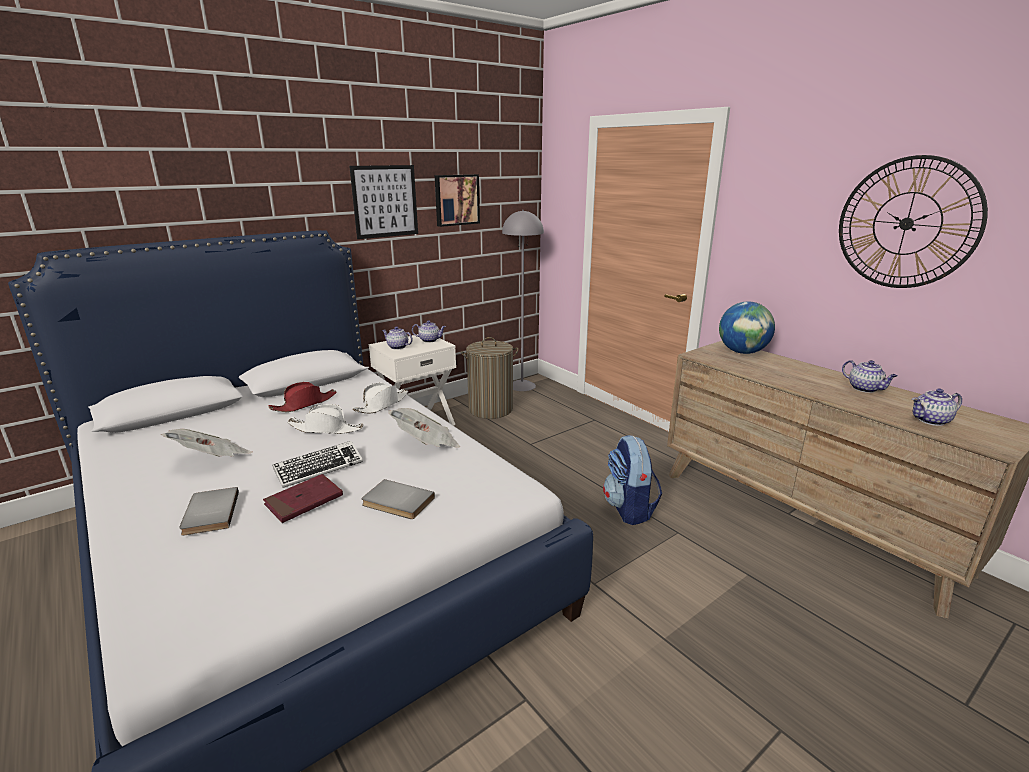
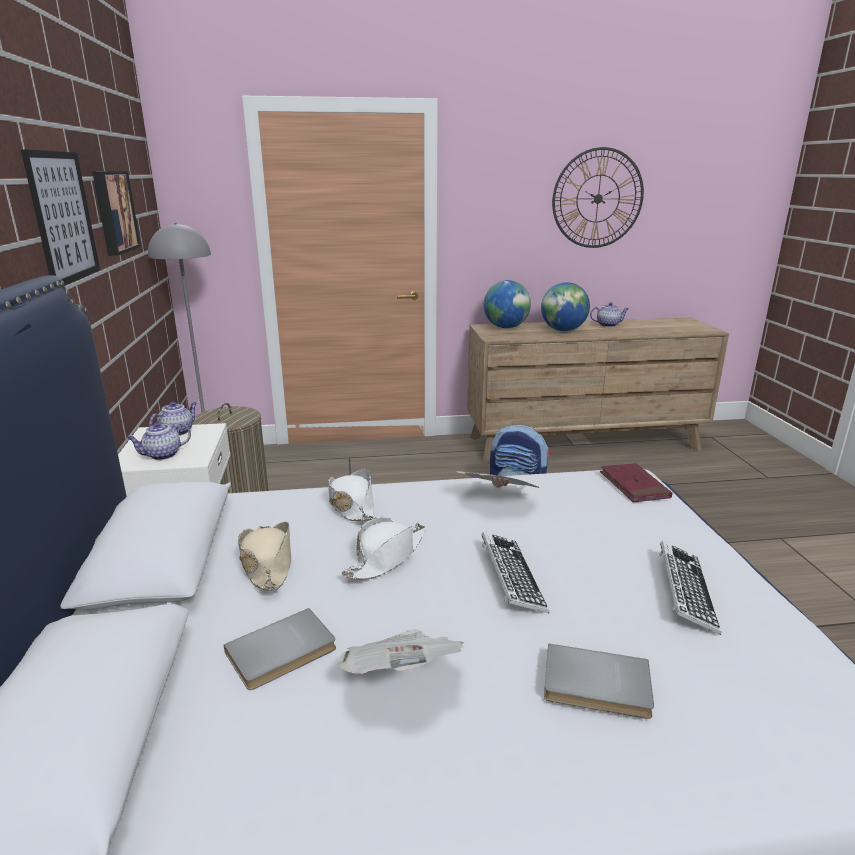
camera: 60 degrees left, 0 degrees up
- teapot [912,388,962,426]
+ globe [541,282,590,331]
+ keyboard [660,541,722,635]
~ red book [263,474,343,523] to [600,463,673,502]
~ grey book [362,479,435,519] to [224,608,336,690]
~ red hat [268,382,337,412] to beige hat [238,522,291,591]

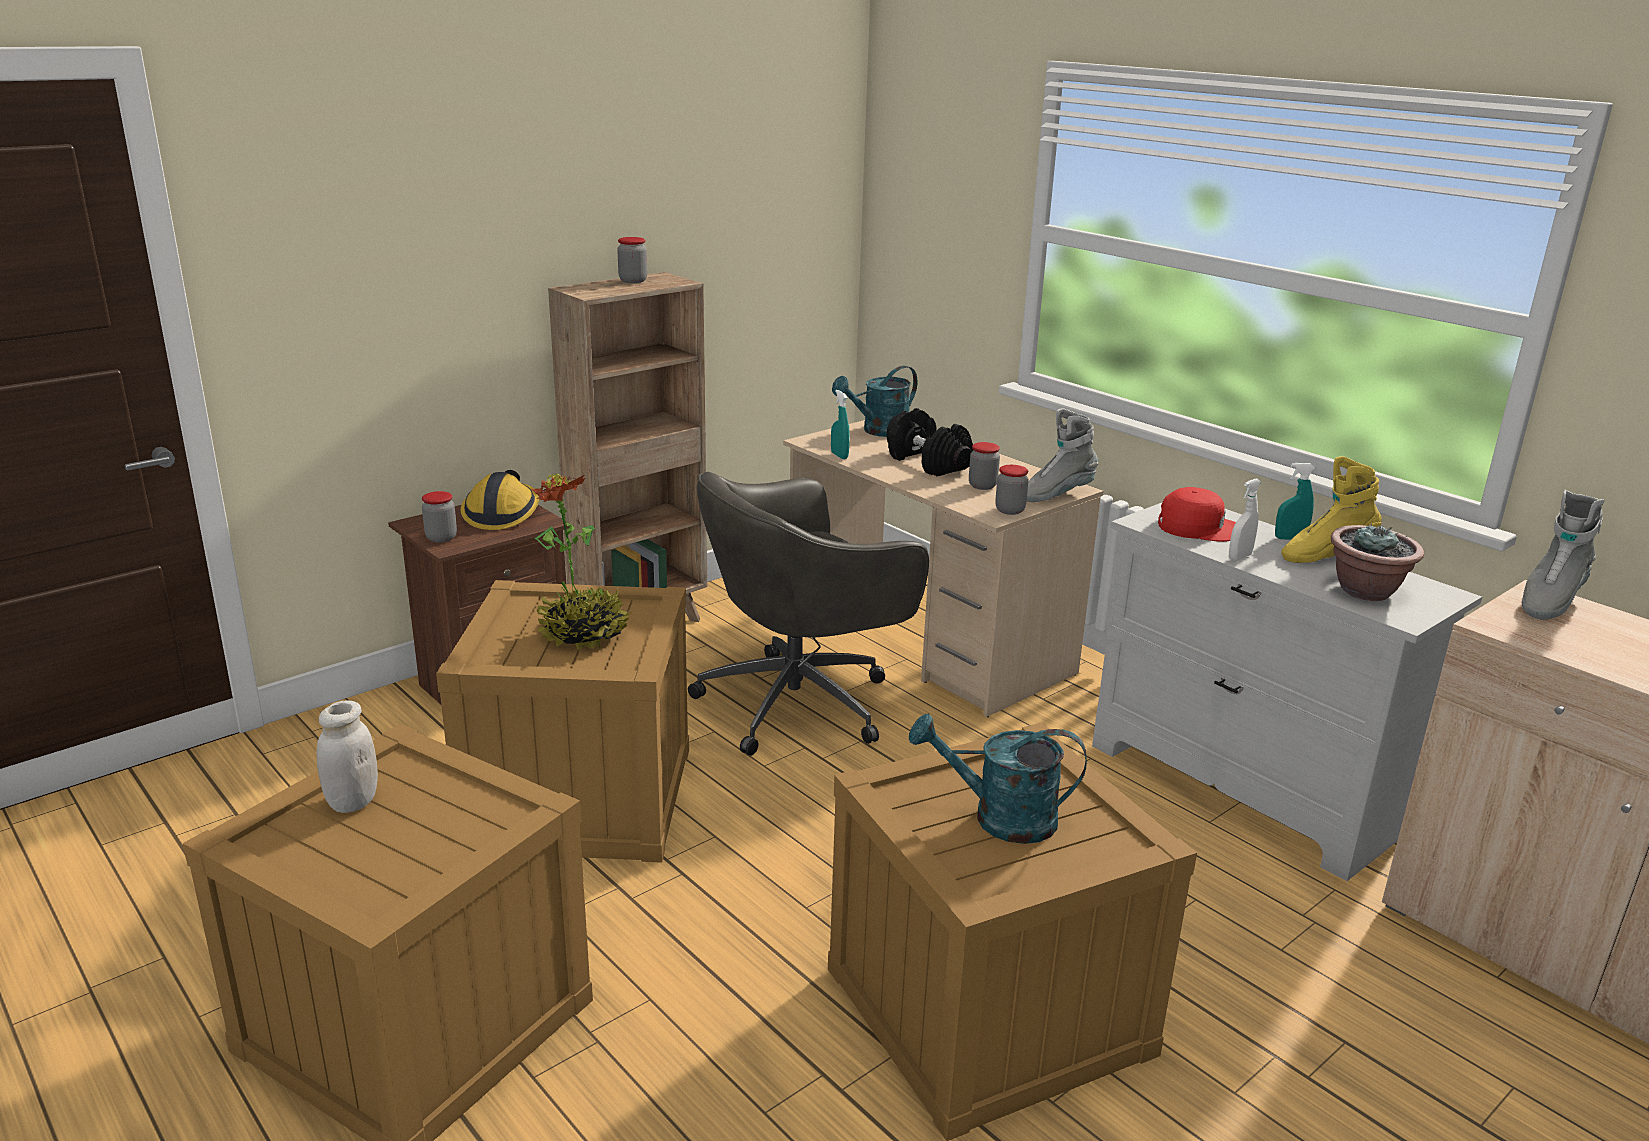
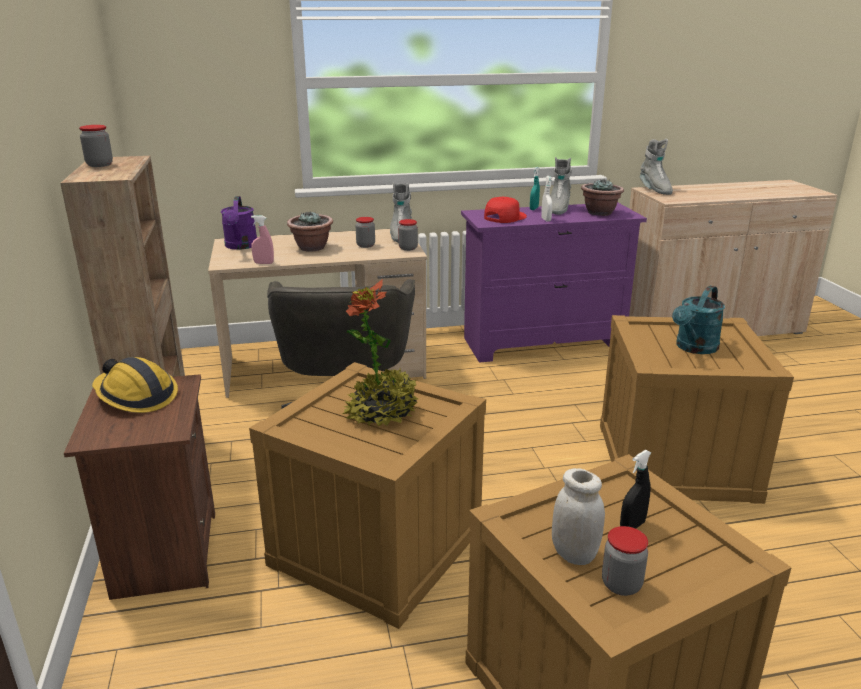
camera: 60 degrees left, 0 degrees up
+ black spray bottle [620,450,651,529]
~ jar [422,491,457,542] to [602,526,648,596]
~ black dumbbell [887,408,973,476] to potted plant [287,212,333,252]
~ turquoise spray bottle [831,390,850,459] to pink spray bottle [251,215,274,264]
~ turquoise watering can [832,365,917,437] to purple watering can [221,196,257,250]
~ white dresser [1092,503,1482,881] to purple dresser [461,202,647,363]
~ yellow boot [1281,456,1382,563] to grey boot [550,157,572,215]

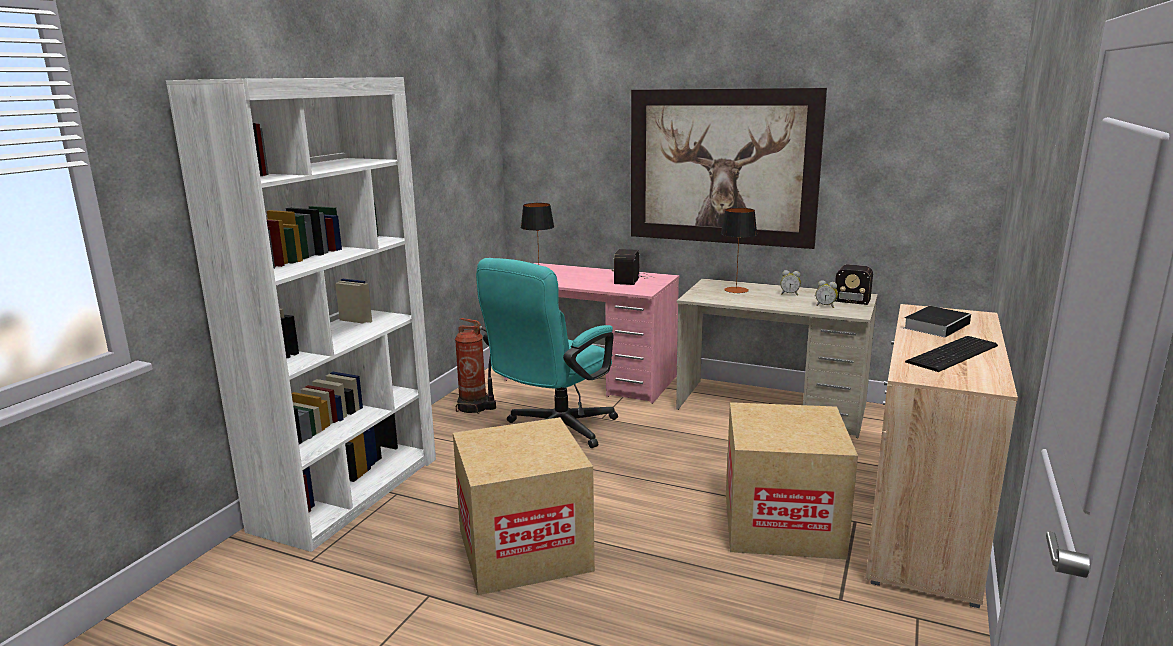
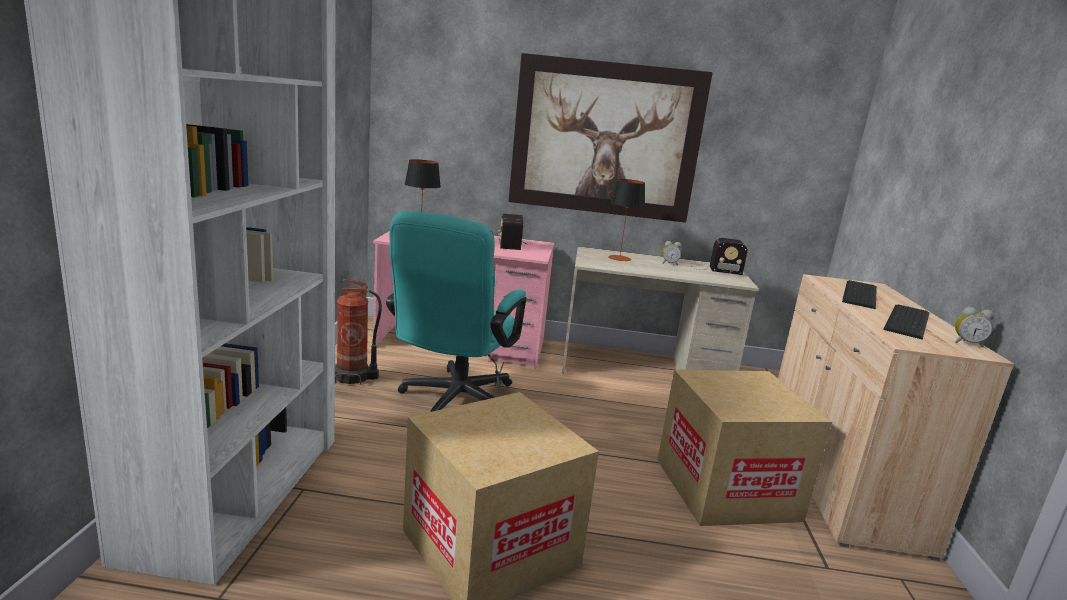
camera: 20 degrees left, 0 degrees up
~ alarm clock [816,280,838,308] to [955,307,994,347]
~ book [904,306,971,337] to keyboard [842,280,877,309]

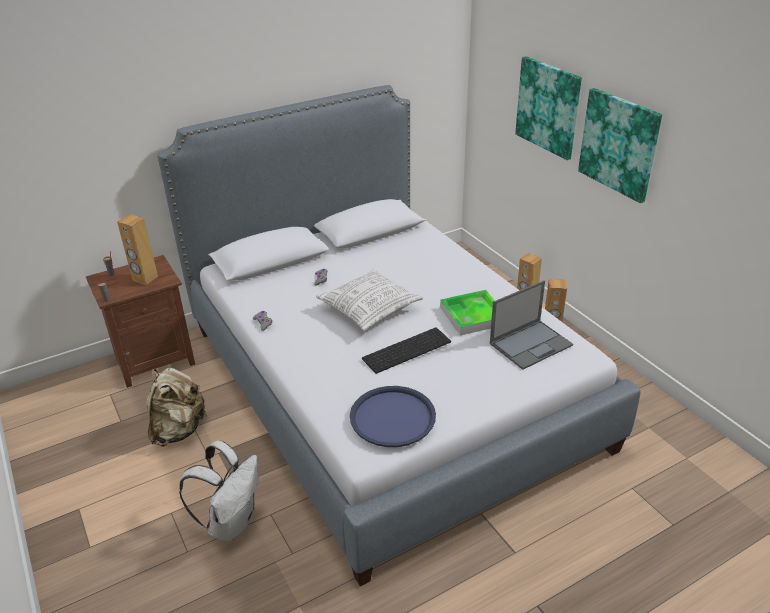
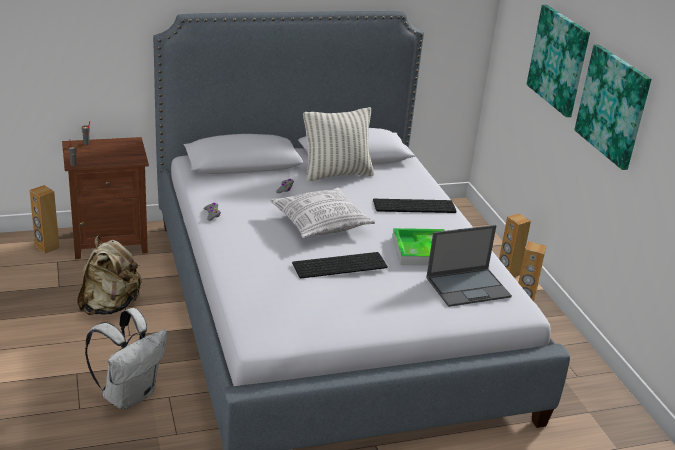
camera: 10 degrees right, 5 degrees down
- blue tray [350,386,436,447]
+ pillow [303,107,374,182]
+ keyboard [373,199,457,213]
~ brown speaker [117,214,158,285] to [30,185,59,253]

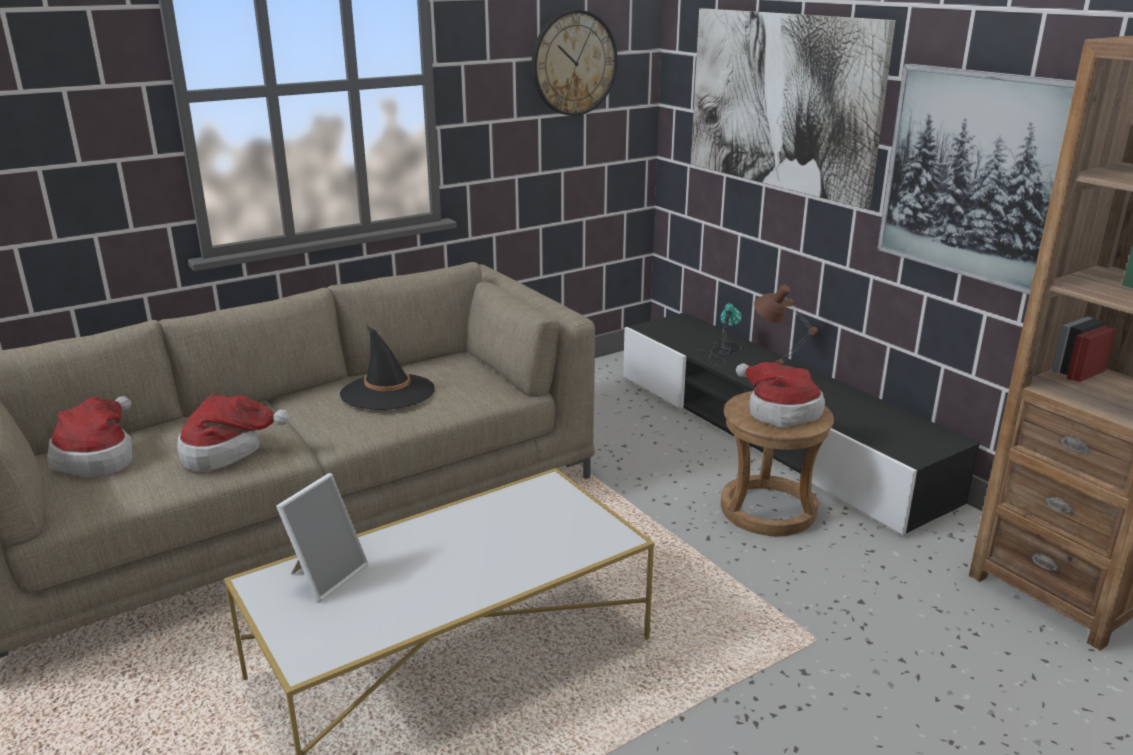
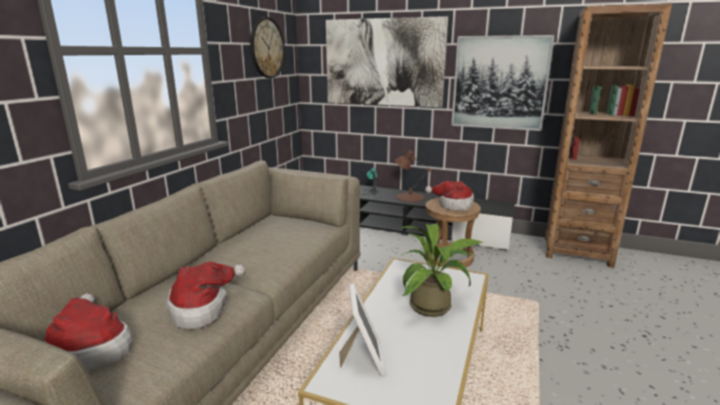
camera: 35 degrees left, 5 degrees down
- black hat [340,325,435,410]
+ potted plant [401,223,483,317]

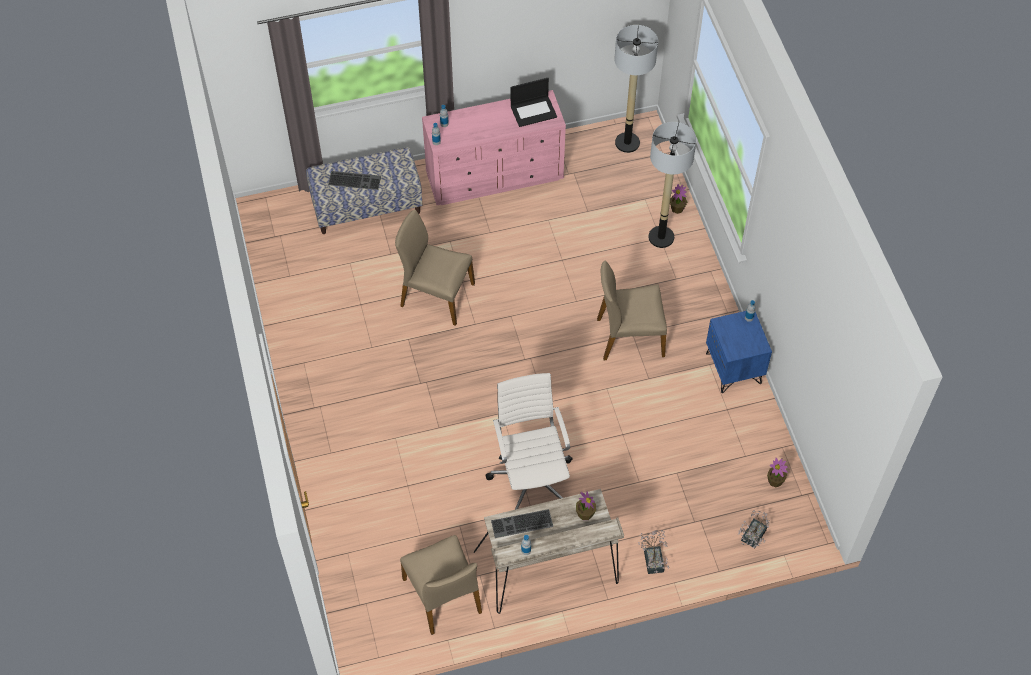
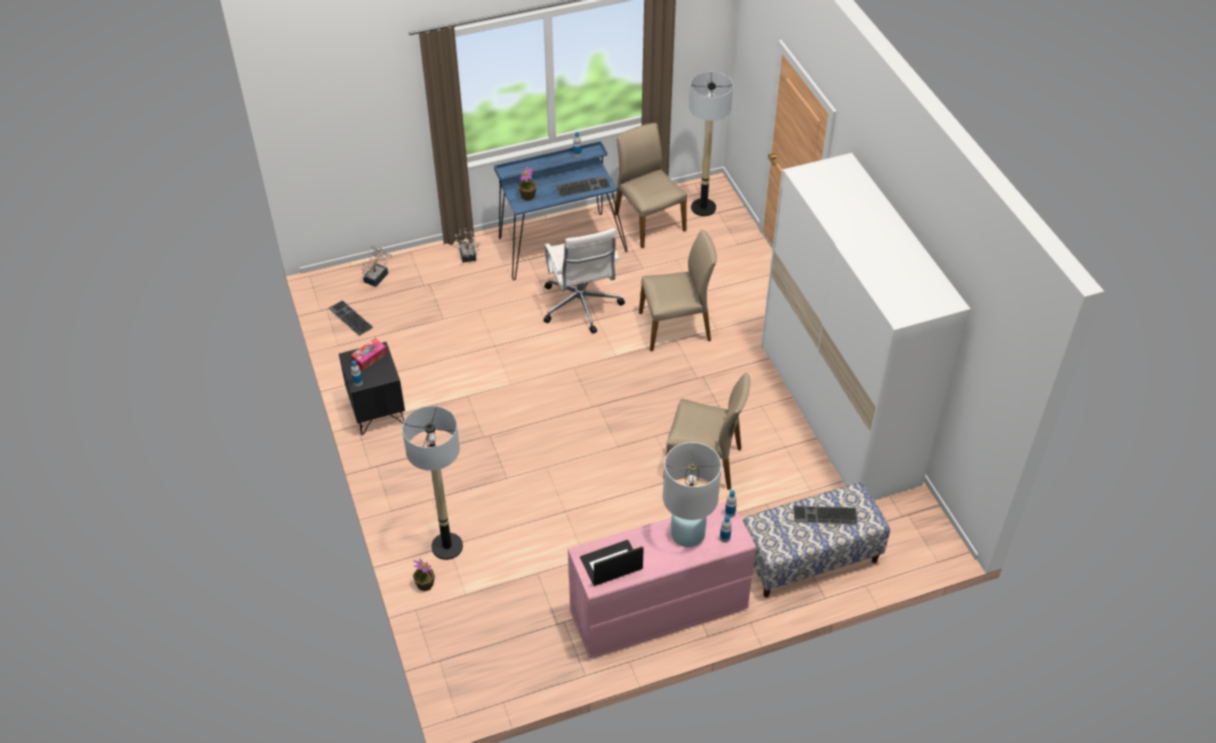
camera: 175 degrees right, 10 degrees down
+ tissue box [351,338,387,371]
+ white table lamp [663,442,722,547]
+ white wardrobe [761,153,971,500]
~ beige chair [597,261,667,360] to [639,230,717,352]
~ floor lamp [614,25,658,153] to [689,72,733,216]
~ potted plant [767,458,788,487] to keyboard [328,300,374,336]
~ beige desk [474,489,624,614] to blue desk [494,141,628,280]
~ blue nightstand [706,311,772,393] to black nightstand [339,342,405,435]

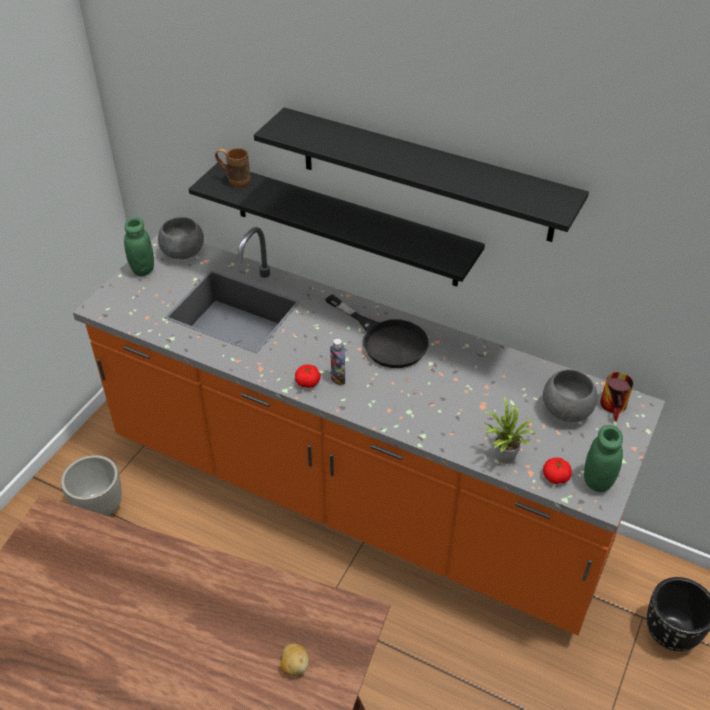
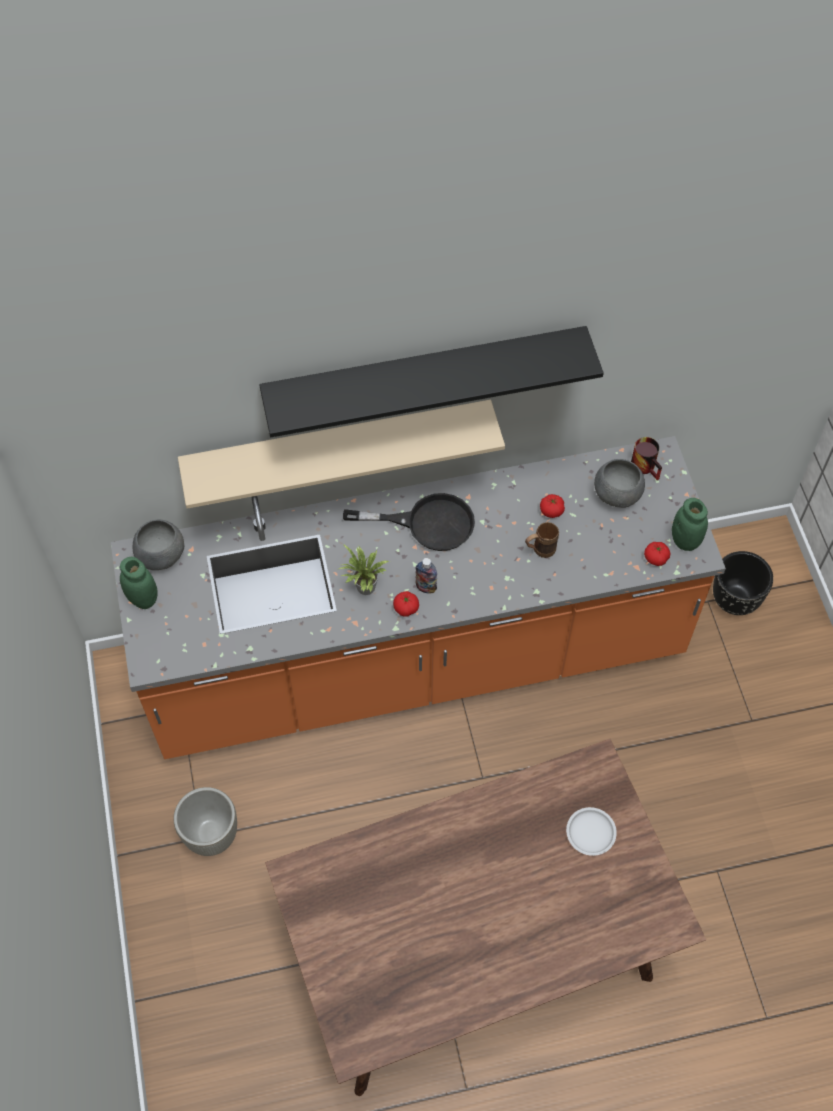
camera: 40 degrees left, 15 degrees up
+ tomato [540,494,565,518]
~ brown mug [215,148,251,188] to [525,522,559,558]
~ potted plant [483,396,535,464] to [339,543,390,595]
~ potato [280,644,309,676] to white plate [566,807,617,856]
~ black shelf [189,163,485,287] to beige shelf [178,400,505,509]

